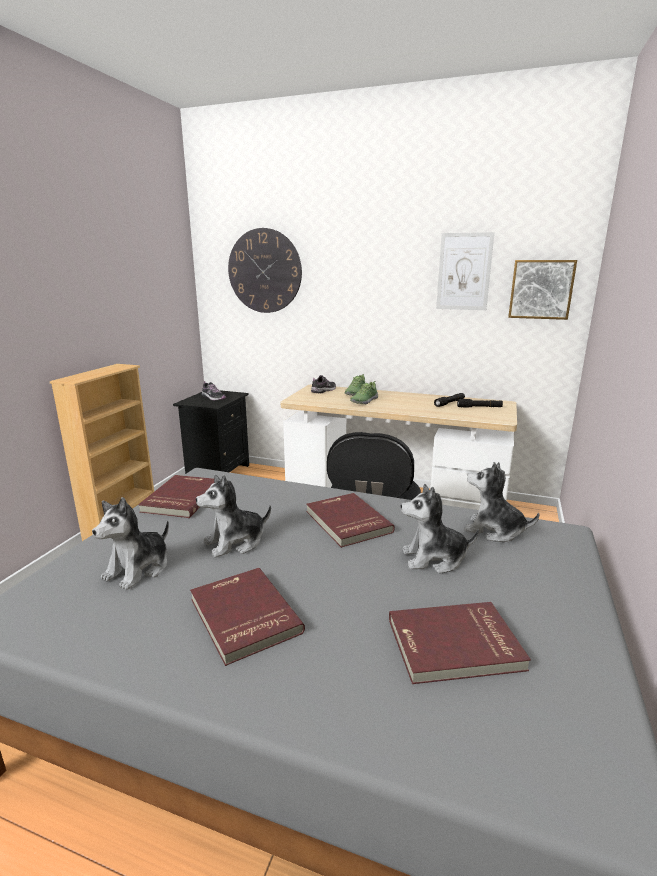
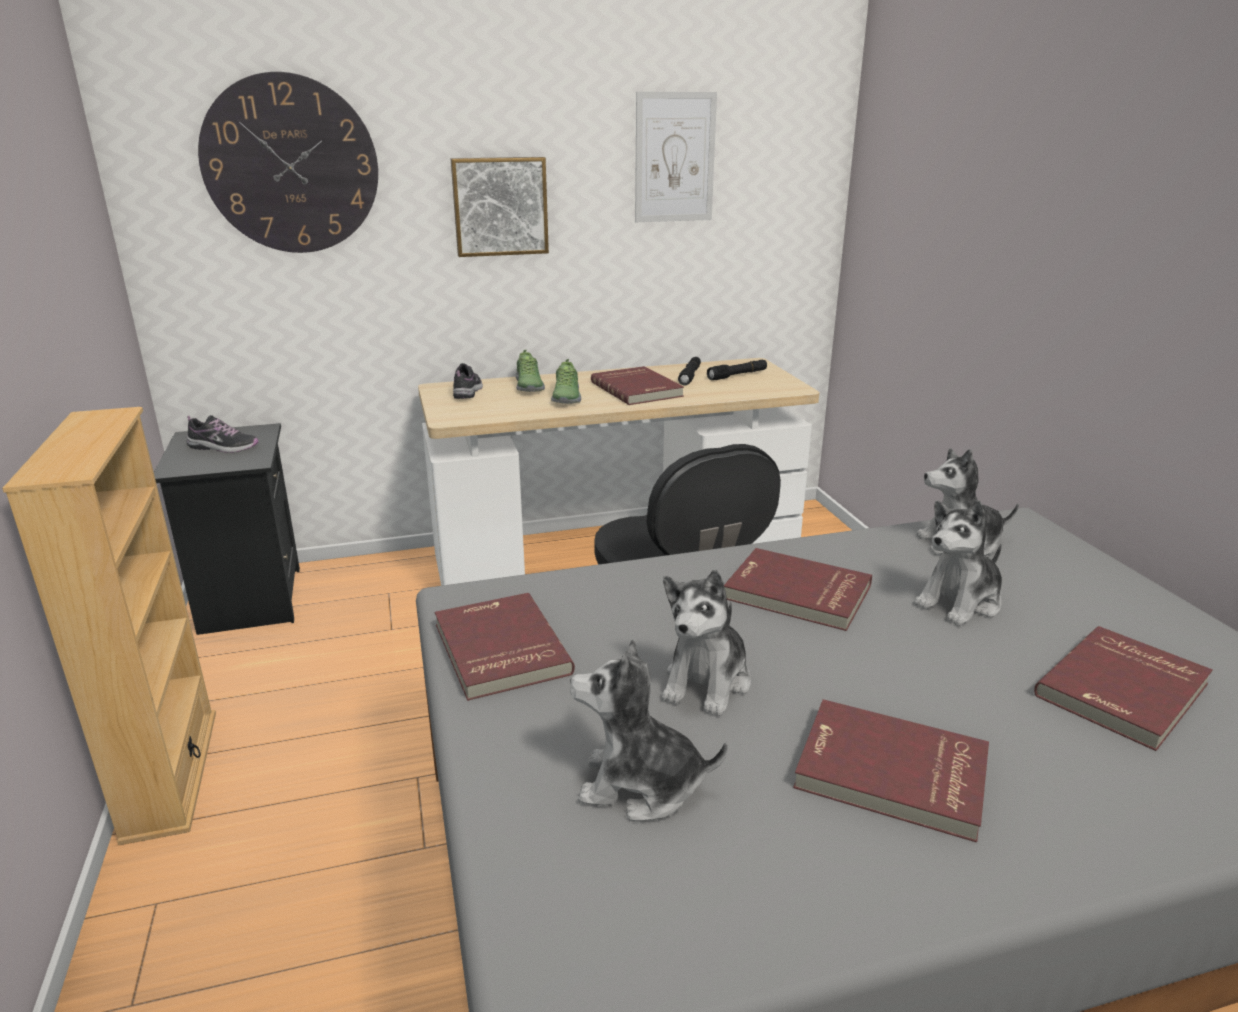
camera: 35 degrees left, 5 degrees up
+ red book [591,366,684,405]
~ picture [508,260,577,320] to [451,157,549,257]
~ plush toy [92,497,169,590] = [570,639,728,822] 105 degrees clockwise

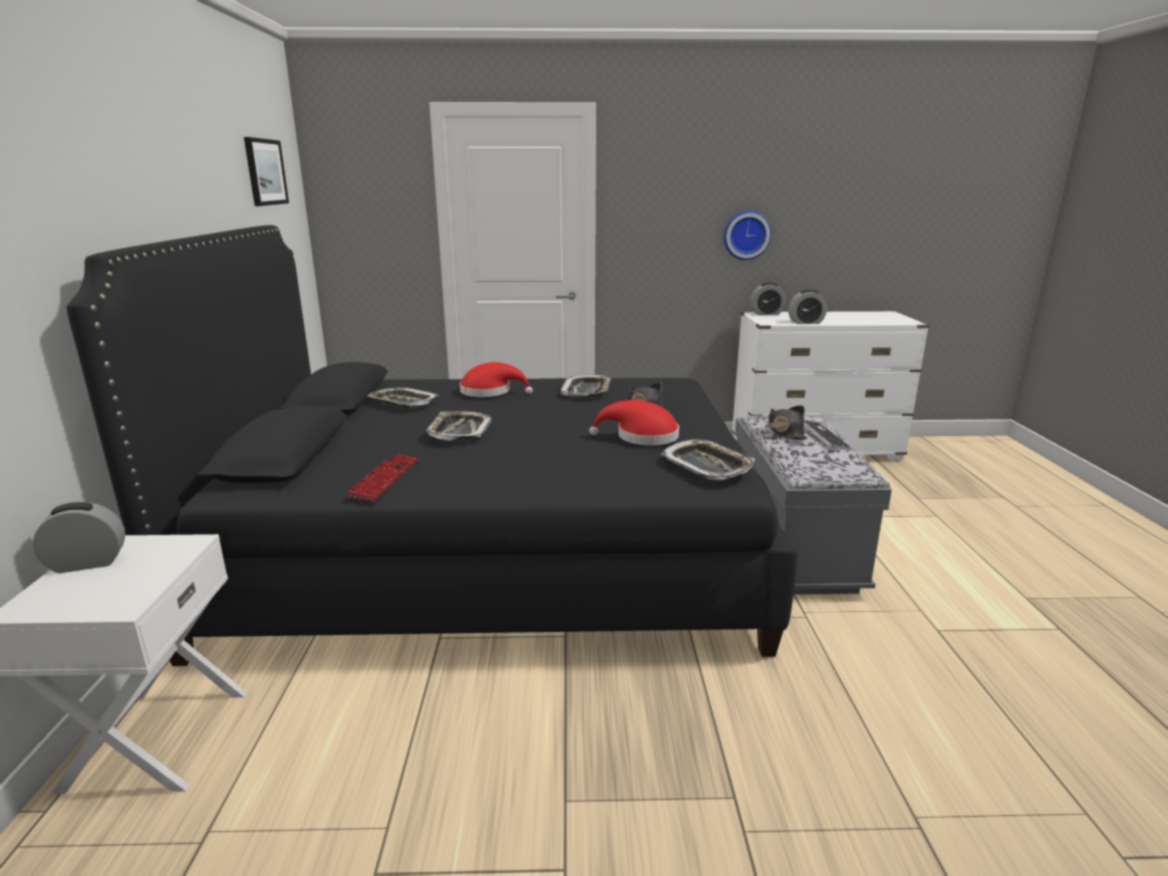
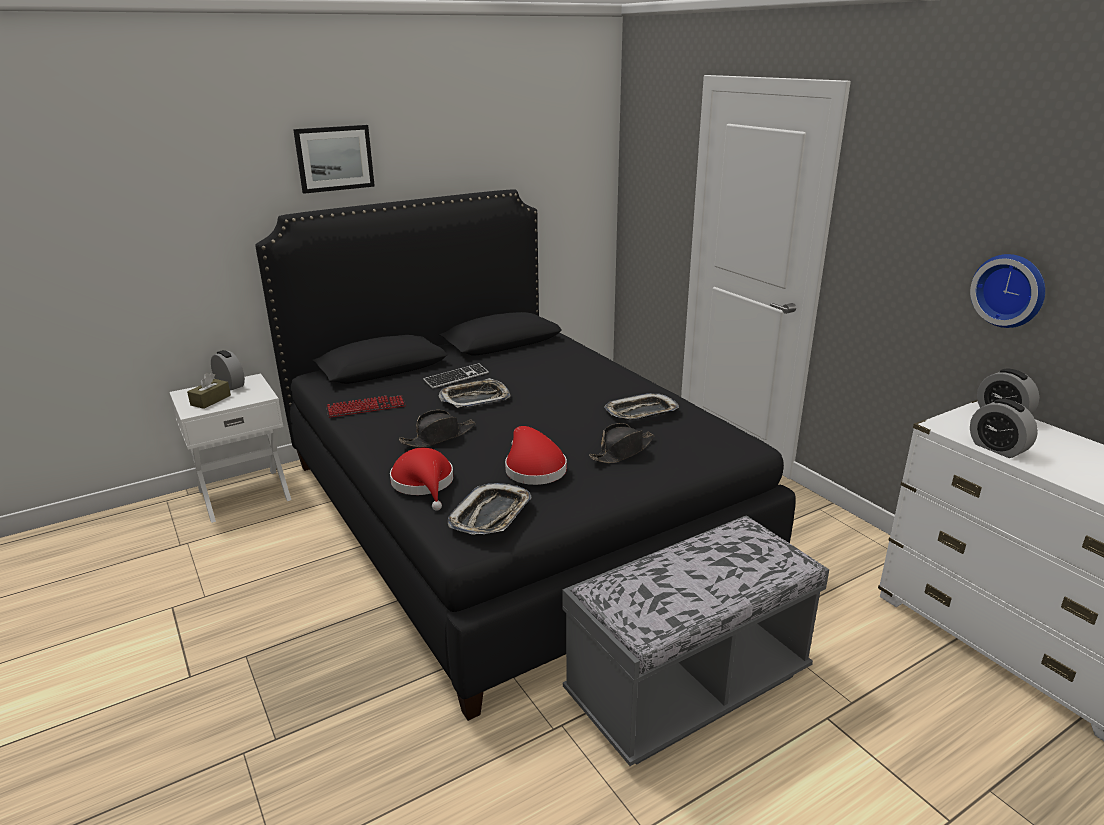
camera: 60 degrees right, 5 degrees up
- tray [368,387,439,408]
+ brown tissue box [187,373,231,409]
~ picture [244,137,289,206] to [293,125,375,194]
~ red hat [460,362,533,397] to [390,448,453,511]
~ black hat [768,405,808,440] to [399,410,476,447]
~ keyboard [804,420,852,450] to [423,363,489,389]

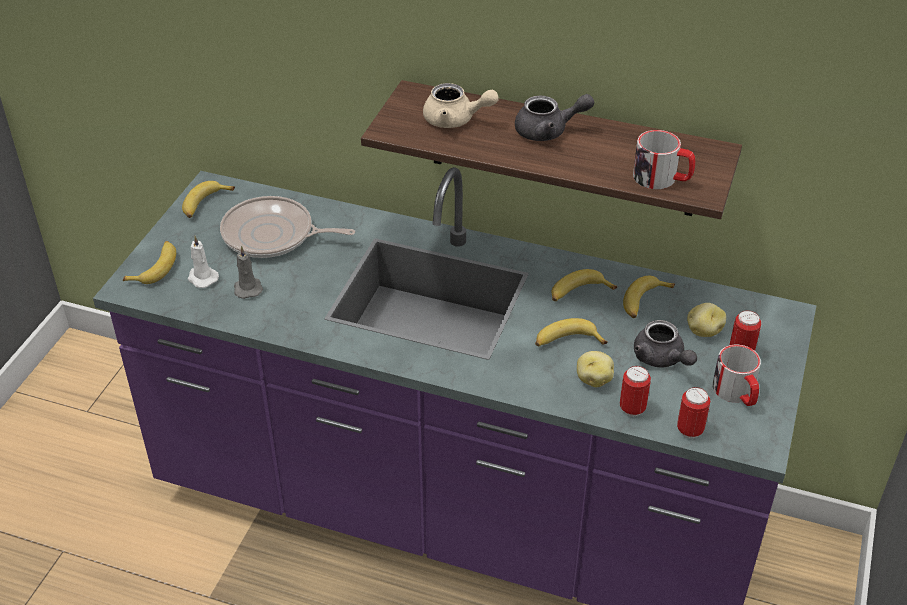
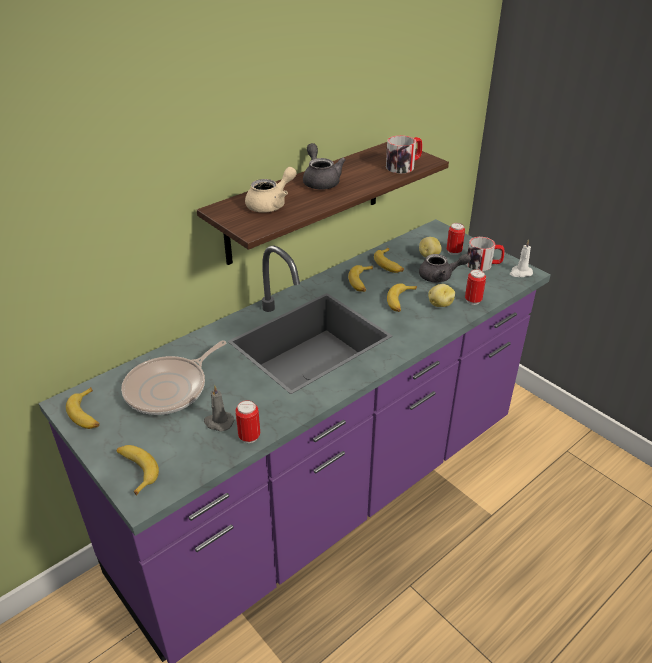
camera: 60 degrees left, 5 degrees down
~ white candle [188,236,219,288] to [509,239,533,277]
~ can [677,387,710,438] to [235,400,260,443]
~ grey teapot [515,94,594,141] = [303,143,346,189] 45 degrees counterclockwise

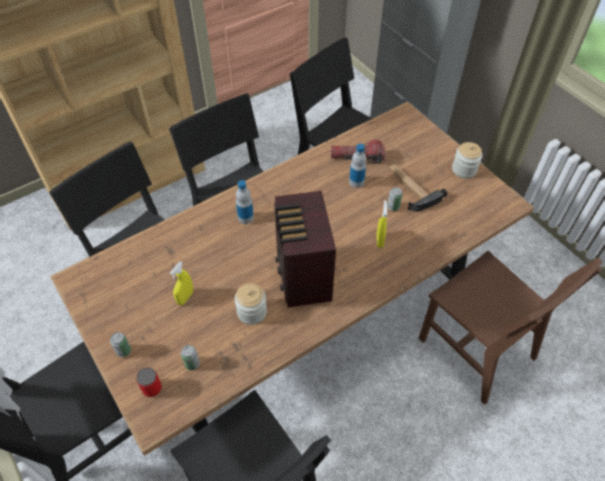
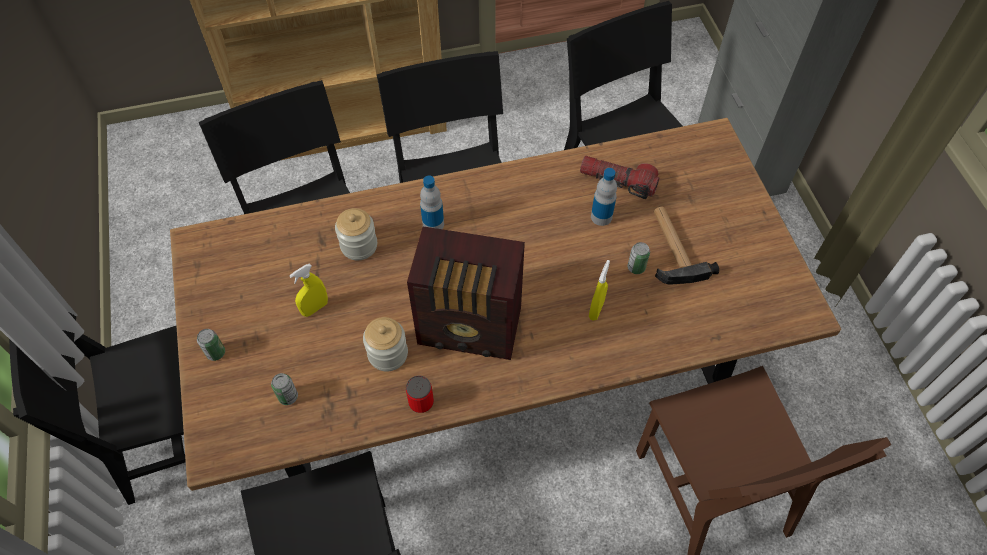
camera: 20 degrees right, 5 degrees up
~ can [136,367,162,397] to [406,376,434,413]
~ jar [452,142,483,179] to [335,208,377,260]
~ radio [274,191,336,308] = [407,227,525,360] 90 degrees counterclockwise

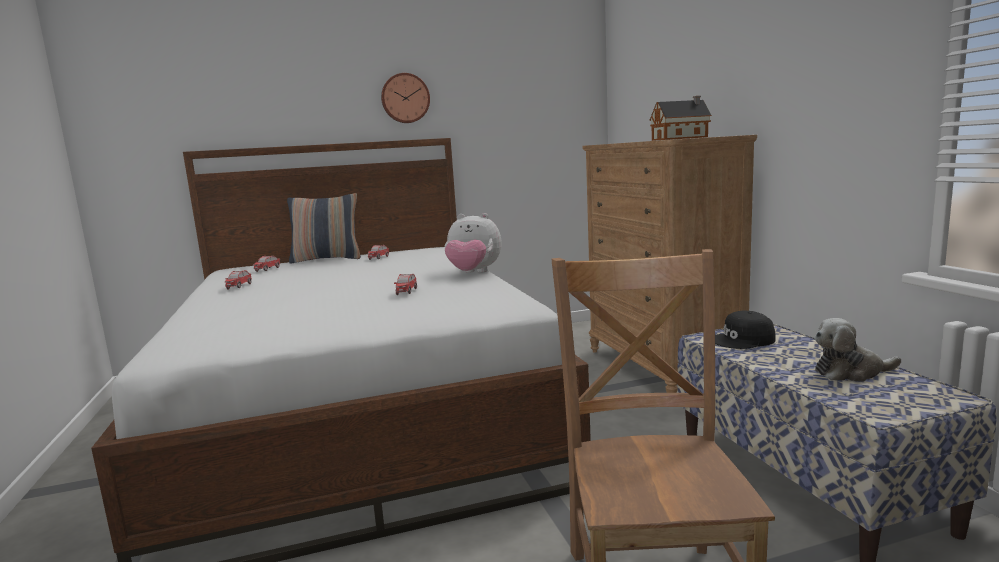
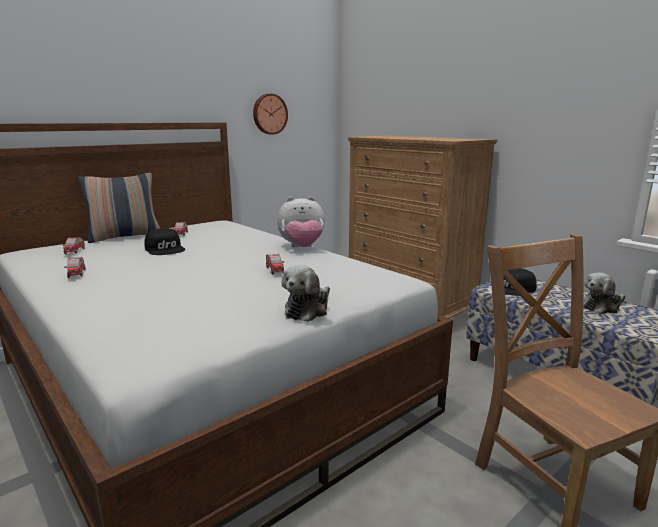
camera: 25 degrees left, 5 degrees up
- toy house [650,96,712,141]
+ black cap [144,228,185,255]
+ plush toy [281,265,330,322]
~ wall clock [381,73,430,123] to [253,94,288,135]

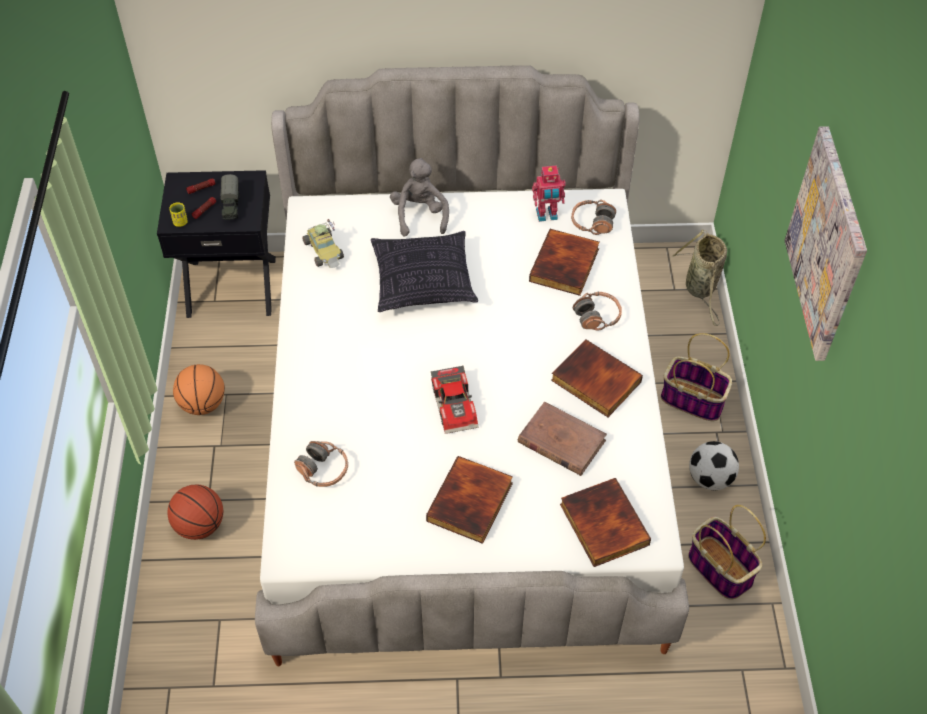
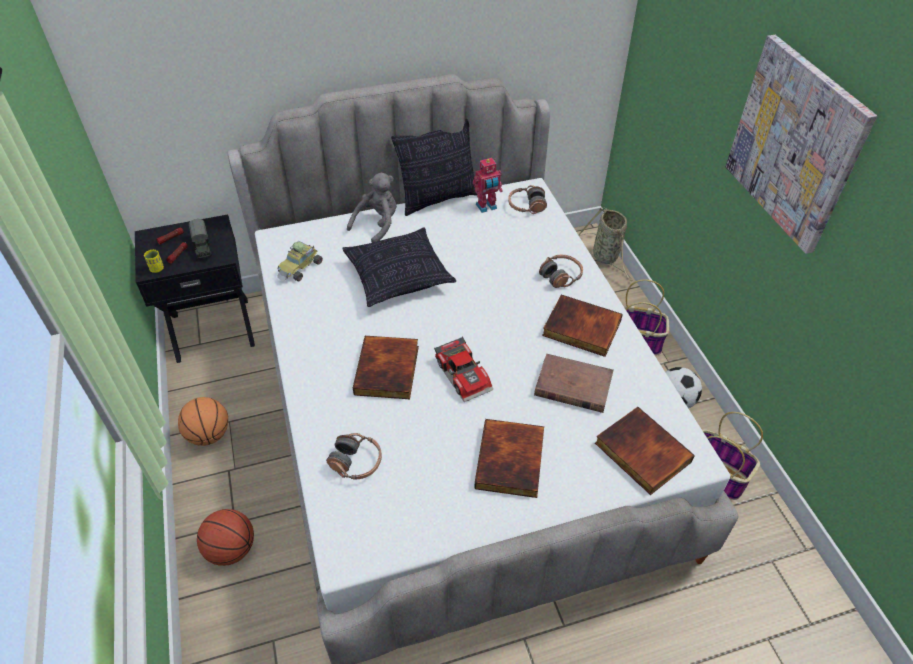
camera: 15 degrees left, 5 degrees down
+ pillow [391,119,477,216]
~ book [529,229,600,296] to [353,336,419,399]
~ toy car [303,219,344,268] = [277,241,323,281] 75 degrees clockwise
~ grey plush toy [390,158,449,237] = [347,172,397,243] 60 degrees clockwise

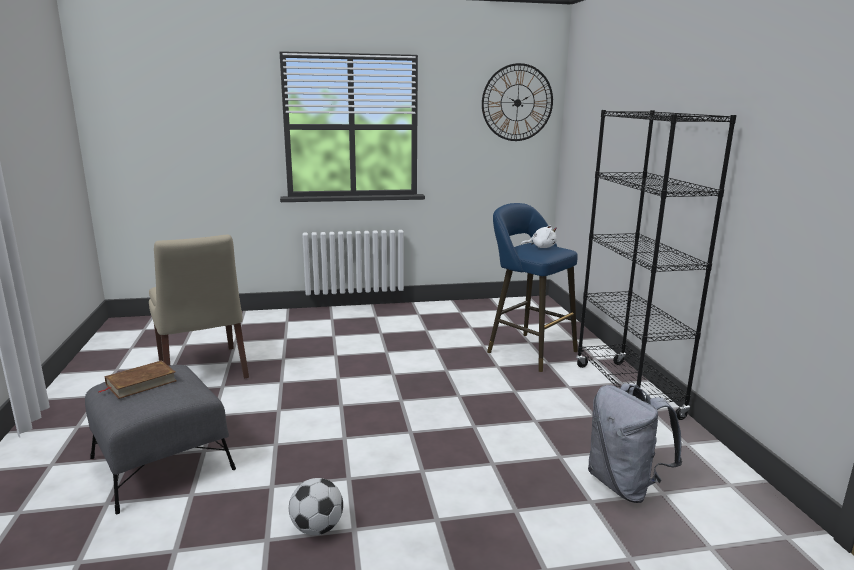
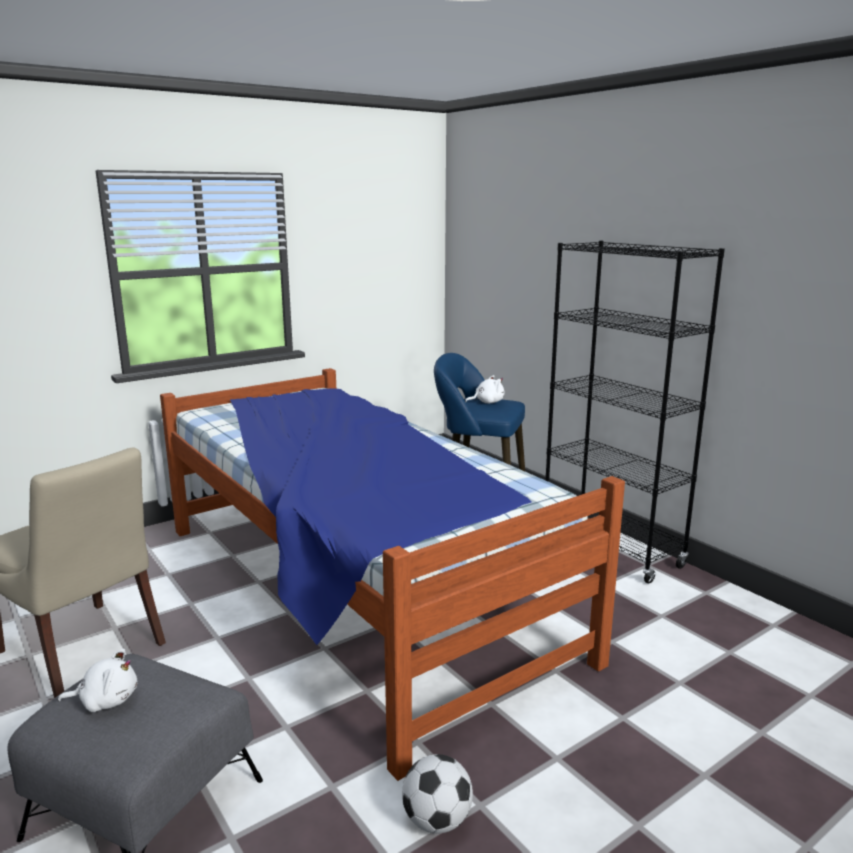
camera: 25 degrees left, 0 degrees up
- wall clock [482,63,553,141]
- grey backpack [588,383,682,503]
+ bed [160,368,625,781]
~ brown book [98,360,177,399] to white plush toy [58,649,138,712]

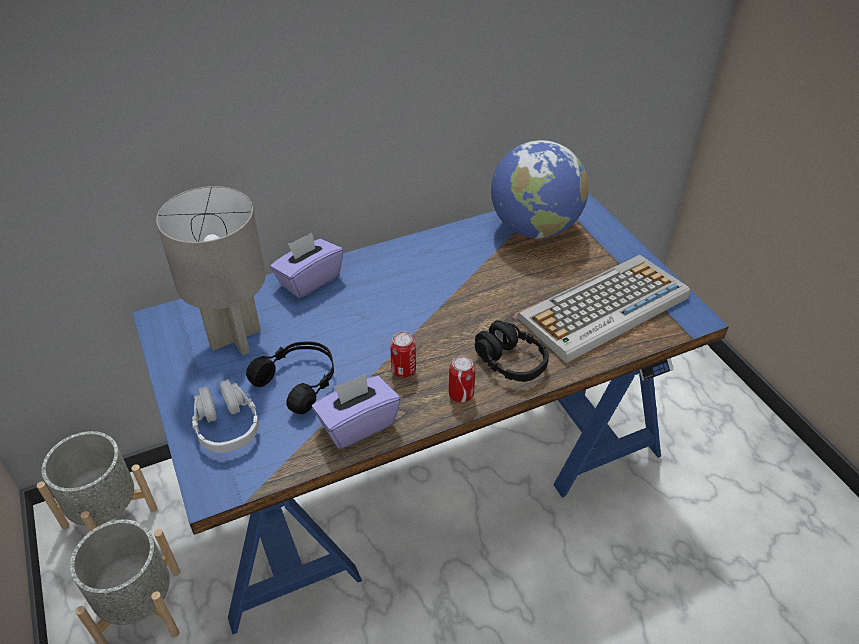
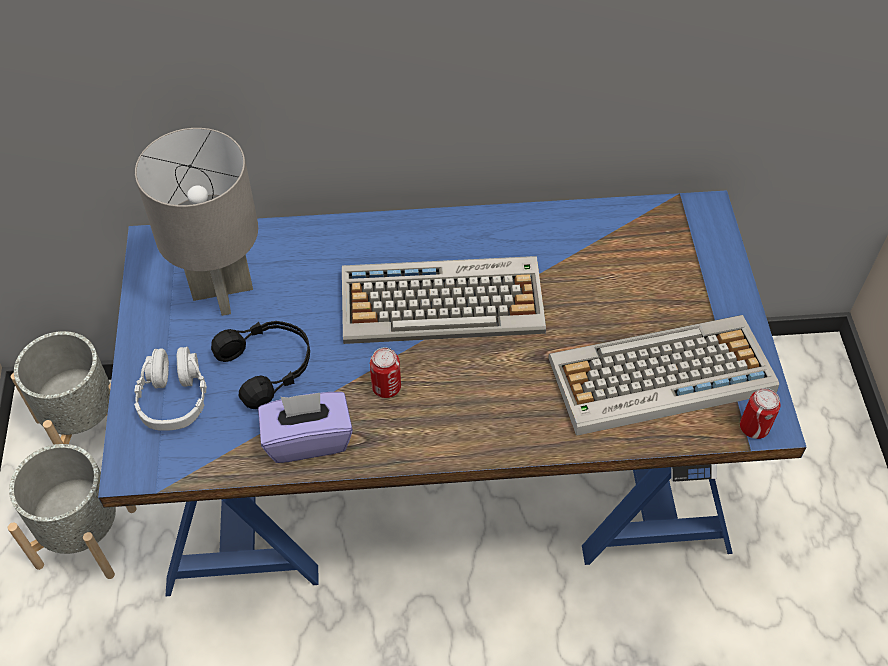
camera: 20 degrees right, 10 degrees up
- purple tissue box [270,233,343,298]
- black headphones [475,320,549,382]
- globe [491,140,589,239]
+ keyboard [342,256,546,344]
~ can [449,355,475,402] to [740,388,781,439]

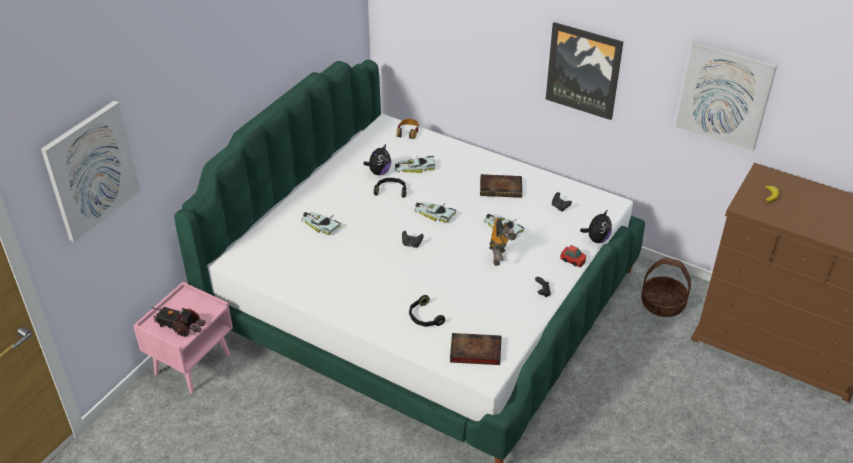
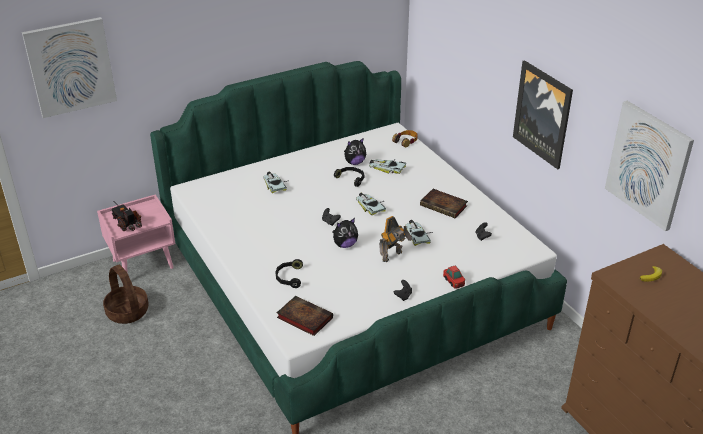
camera: 30 degrees right, 5 degrees down
~ plush toy [580,209,612,243] to [332,218,358,248]
~ basket [641,258,691,317] to [103,264,149,324]

